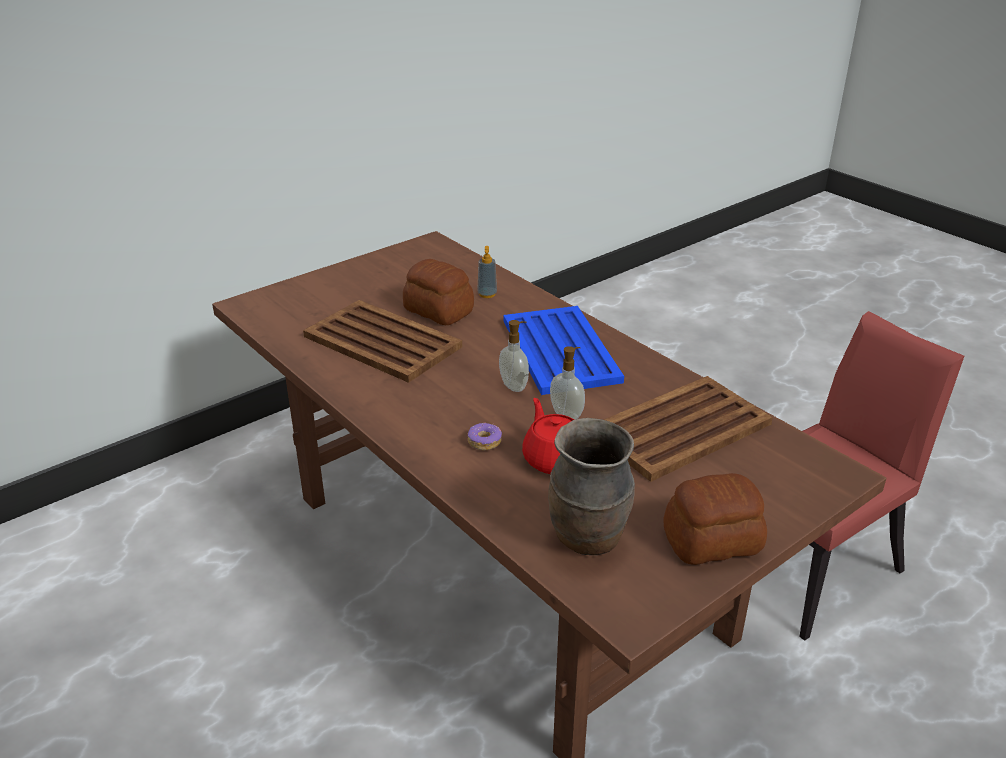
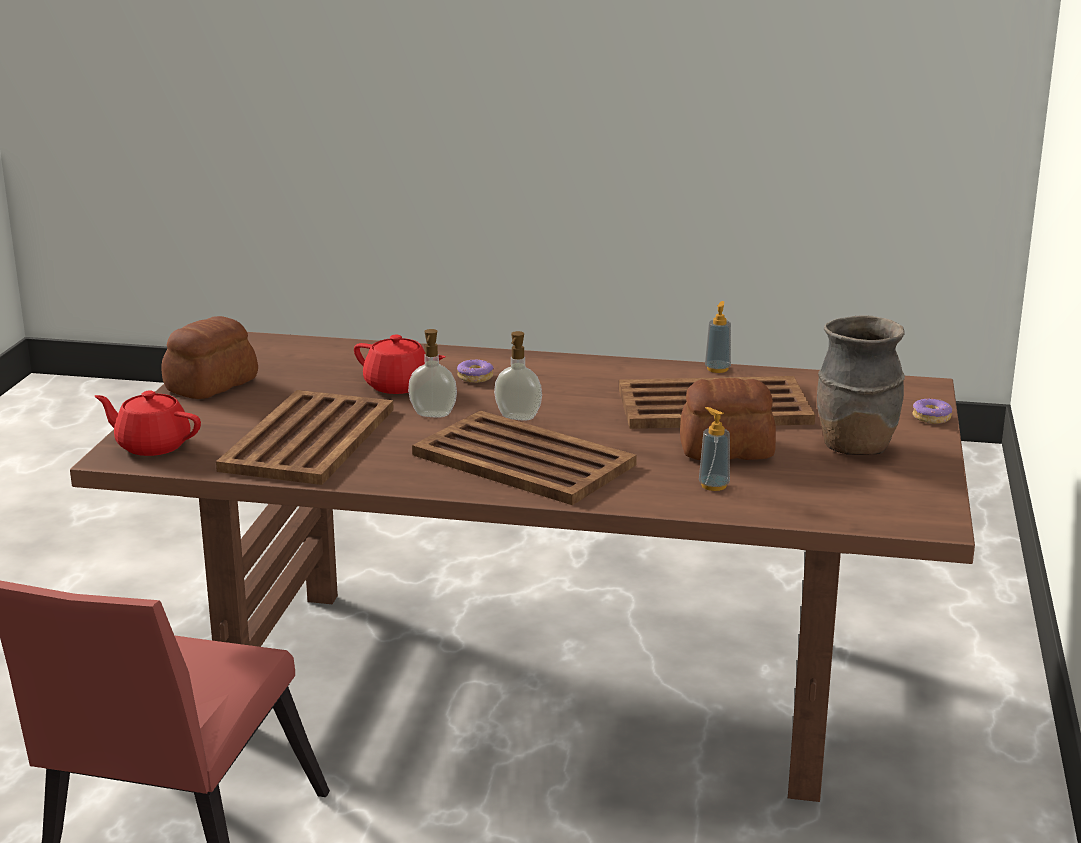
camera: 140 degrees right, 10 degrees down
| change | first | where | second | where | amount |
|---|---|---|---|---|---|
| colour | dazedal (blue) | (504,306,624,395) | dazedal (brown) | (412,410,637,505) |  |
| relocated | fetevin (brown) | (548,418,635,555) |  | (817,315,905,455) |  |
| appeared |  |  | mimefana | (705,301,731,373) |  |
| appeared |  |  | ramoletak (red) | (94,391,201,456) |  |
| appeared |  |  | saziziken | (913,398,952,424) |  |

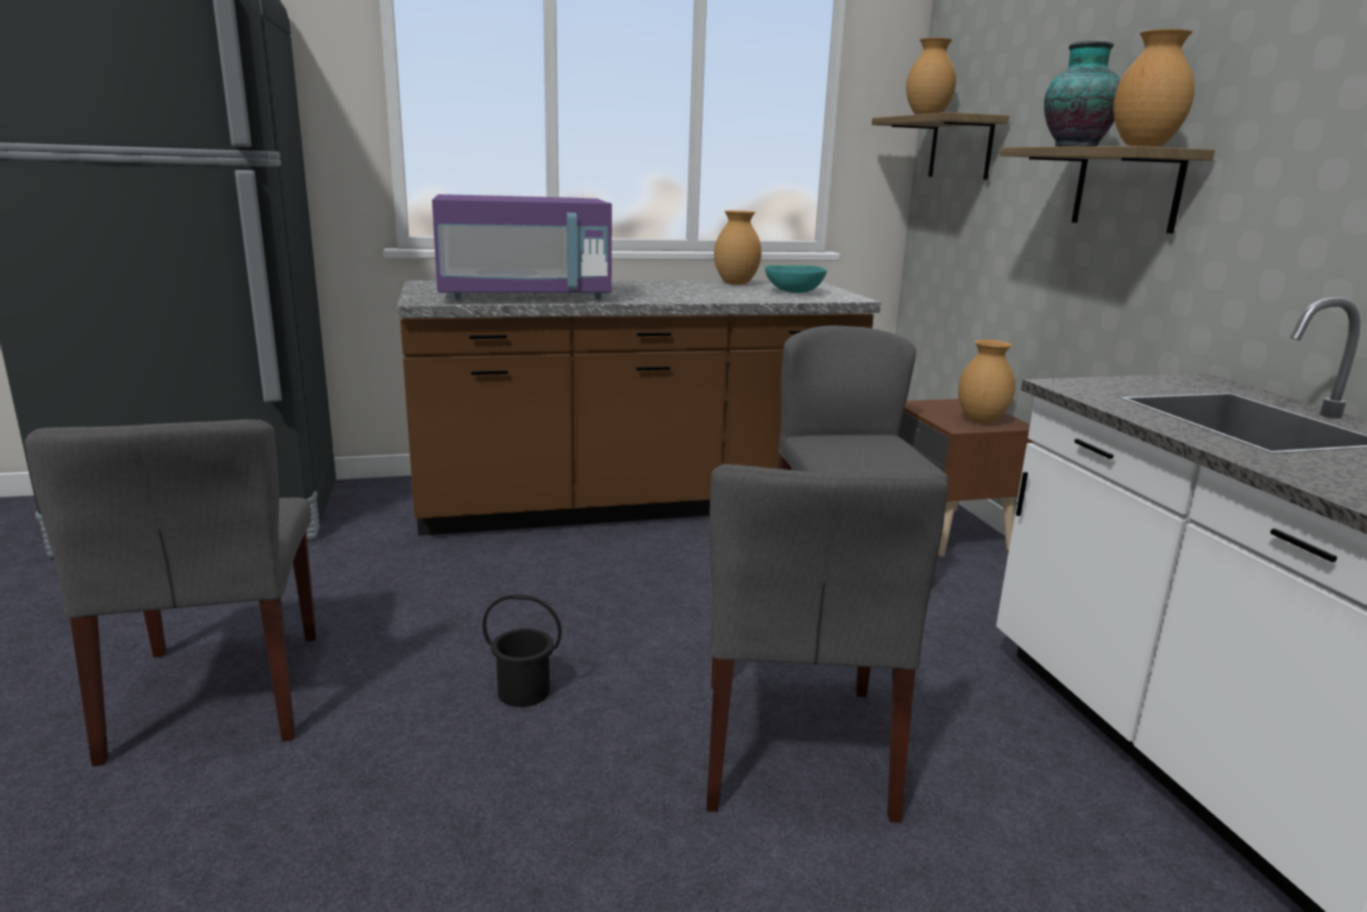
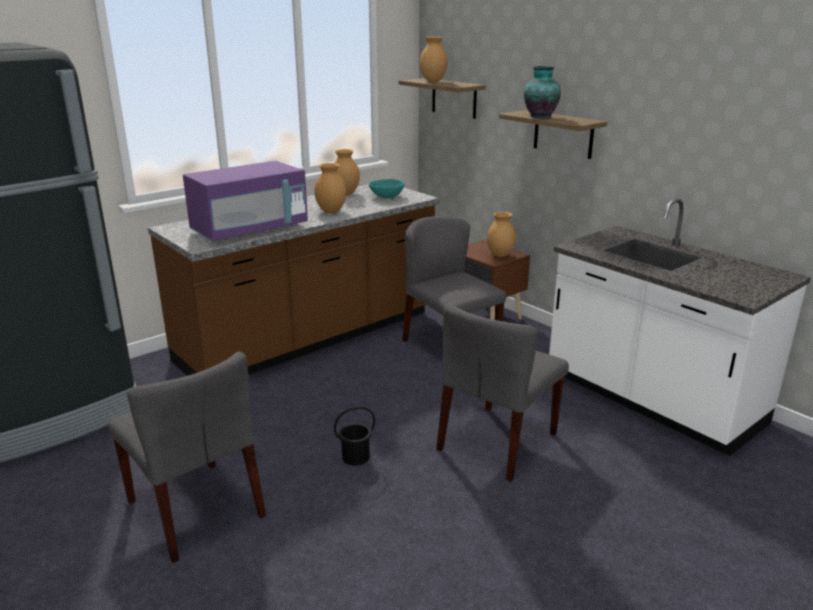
camera: 25 degrees left, 5 degrees up
| change | first | where | second | where | amount |
|---|---|---|---|---|---|
| relocated | fetevin (brown) | (1113,29,1195,147) |  | (314,163,346,213) |  |
| spun | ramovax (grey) | (706,464,948,823) |  | (436,303,569,482) | 60 degrees clockwise |

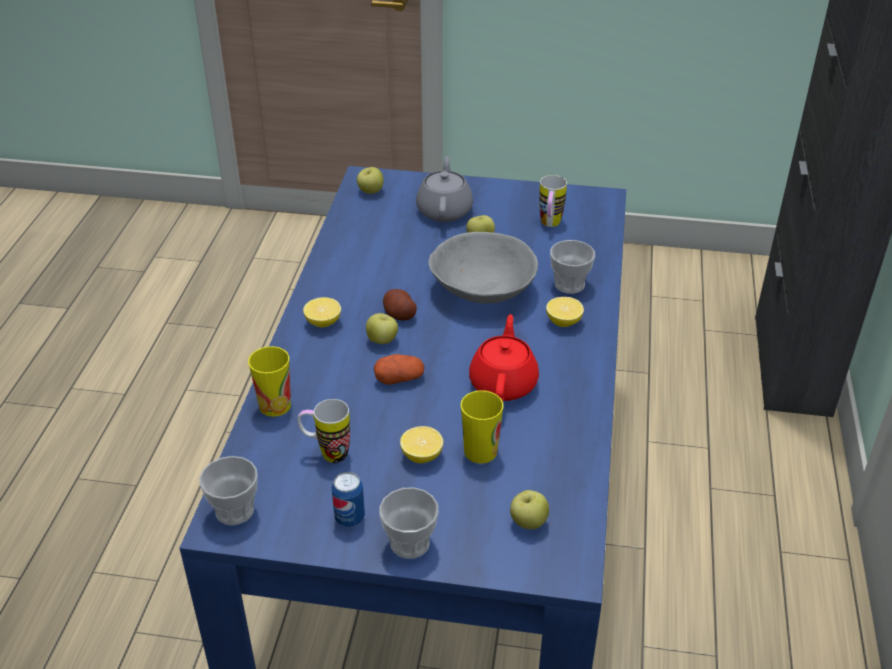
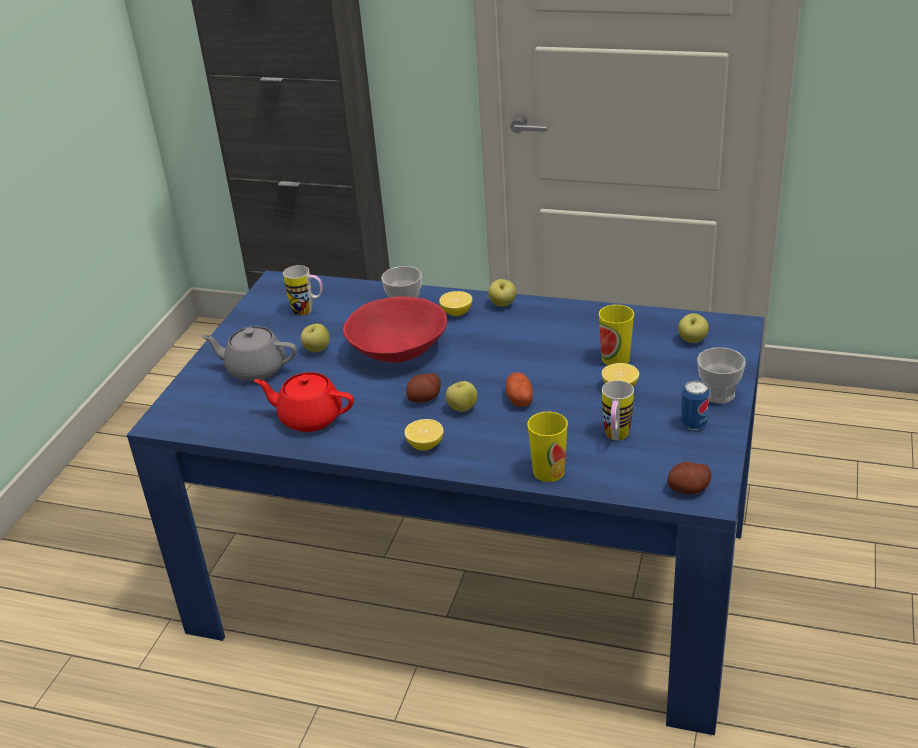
camera: 80 degrees left, 5 degrees down
| change | first | where | second | where | amount |
|---|---|---|---|---|---|
| relocated | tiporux | (357,167,384,194) |  | (488,279,516,306) |  |
| colour | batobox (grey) | (428,232,538,304) | batobox (red) | (343,296,447,363) |  |
| relocated | ramoletak (red) | (469,314,539,401) |  | (254,372,354,432) |  |
| exchanged | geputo | (199,456,258,525) | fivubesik | (667,462,711,494) |  |

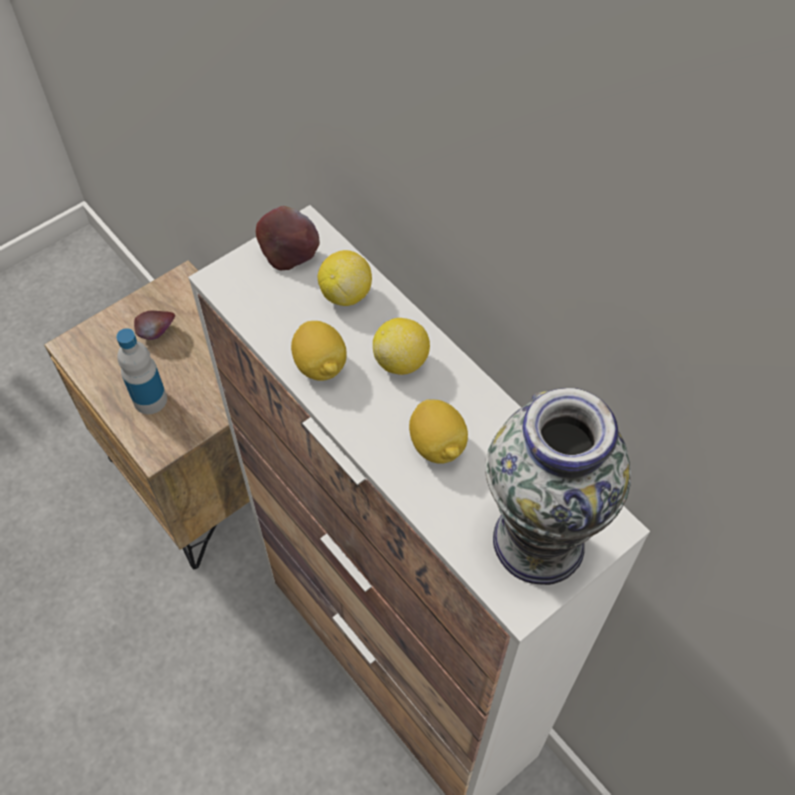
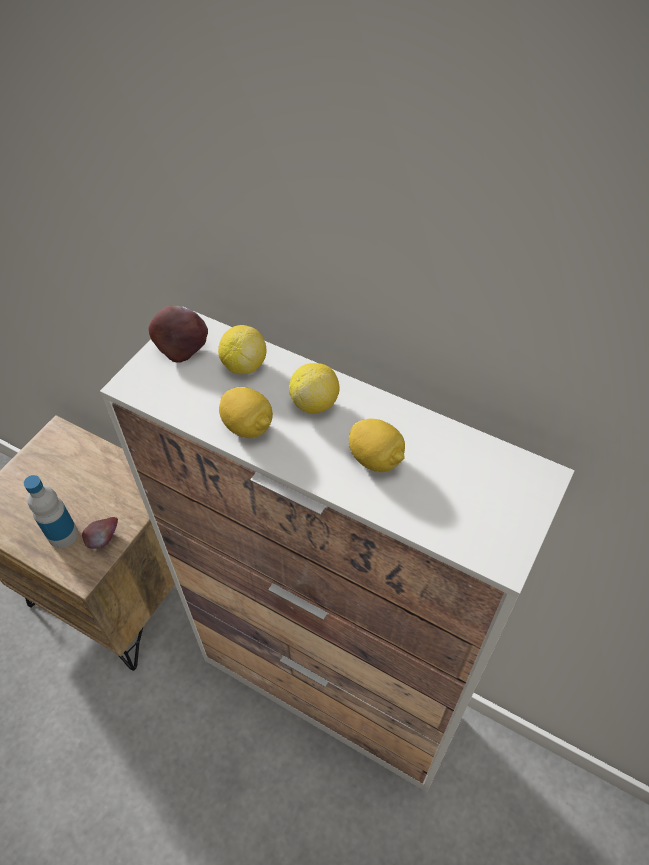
camera: 20 degrees left, 5 degrees down
| change | first | where | second | where | amount |
|---|---|---|---|---|---|
| relocated | tiporux | (134,310,175,340) |  | (82,517,118,549) |  |
| missing | fetevin | (485,388,631,585) |  |  |  |

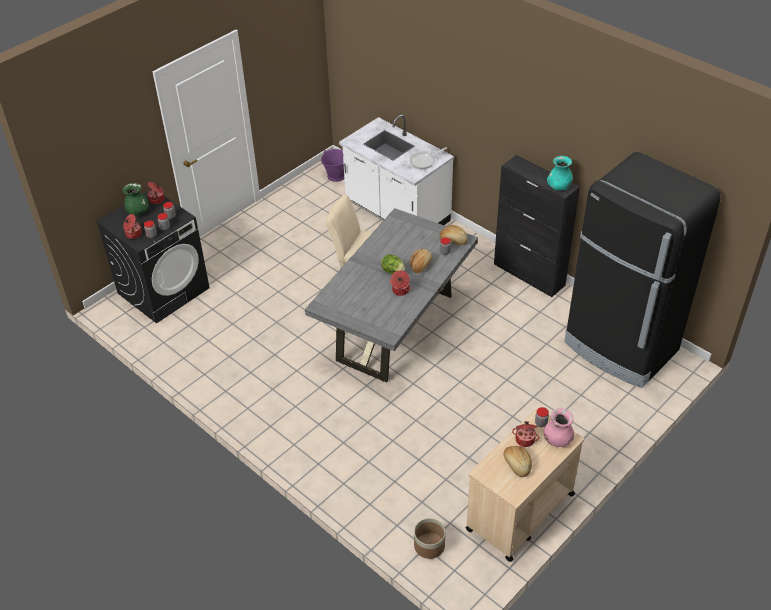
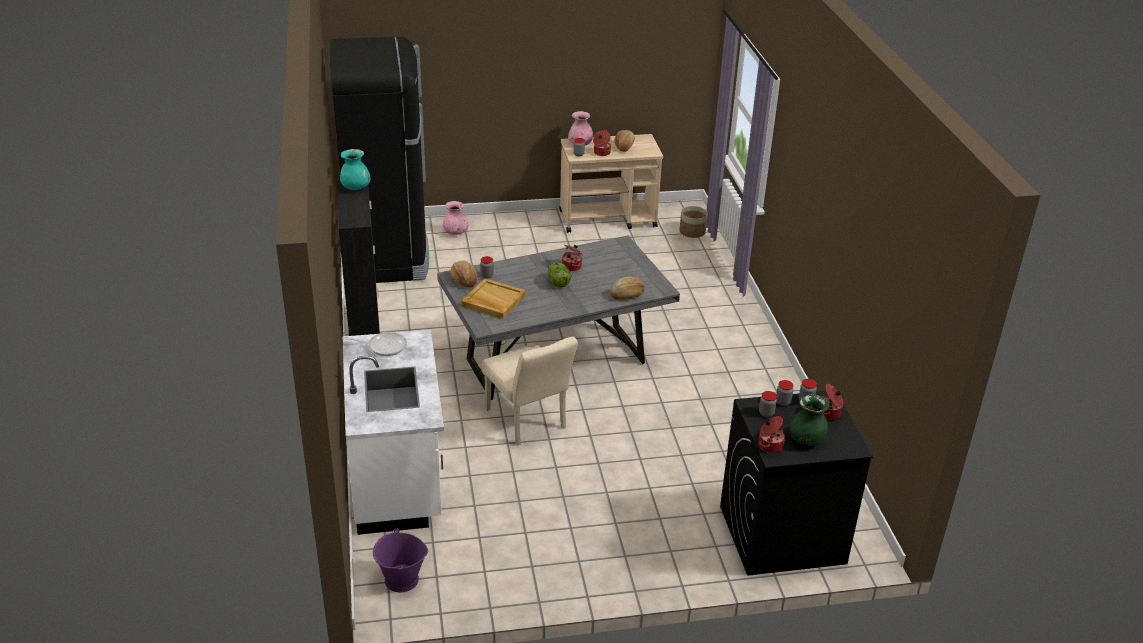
camera: 145 degrees left, 10 degrees down
| change | first | where | second | where | amount |
|---|---|---|---|---|---|
| relocated | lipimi | (410,249,433,273) |  | (610,276,645,300) |  |
| appeared |  |  | fetevin (pink) | (443,201,469,235) |  |
| appeared |  |  | dazedal (beige) | (462,278,526,319) |  |

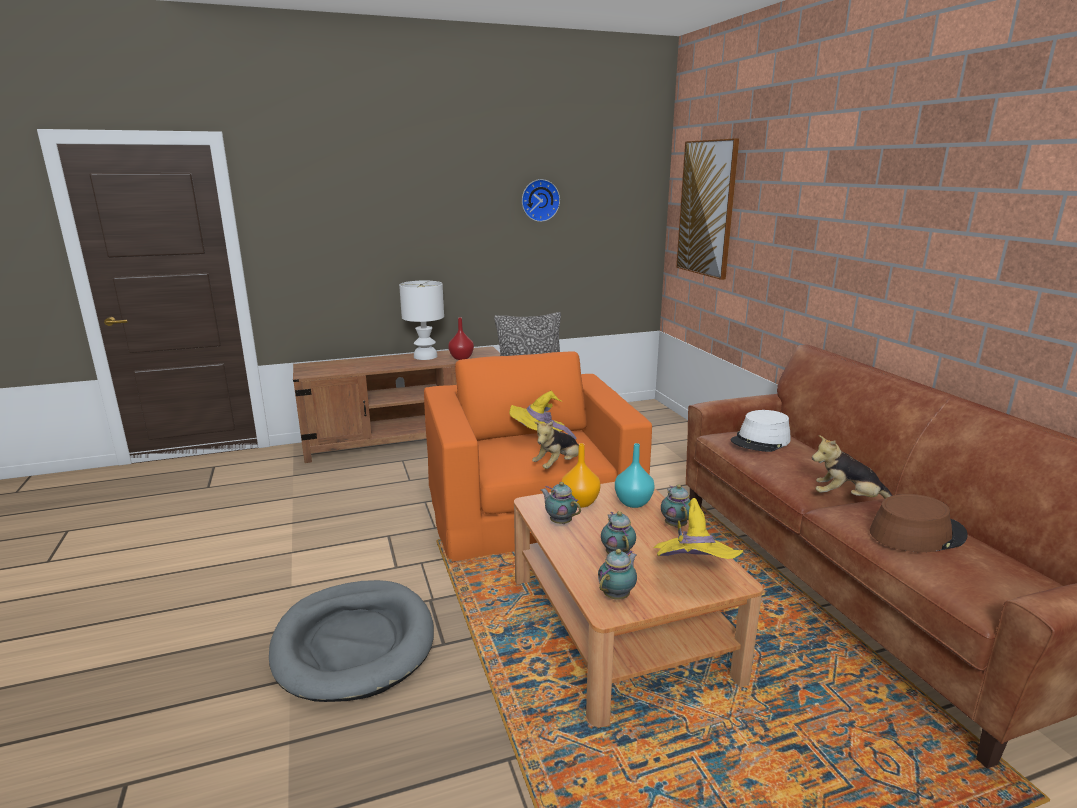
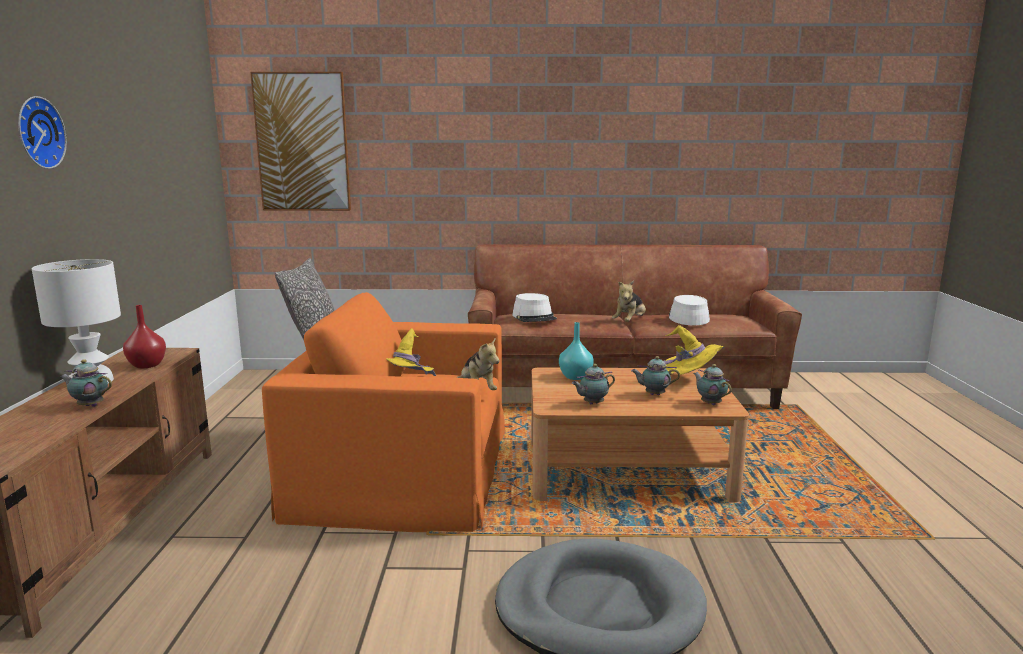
camera: 70 degrees left, 5 degrees down
| change | first | where | second | where | amount |
|---|---|---|---|---|---|
| relocated | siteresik | (522,179,560,222) |  | (18,96,67,169) |  |
| missing | fetevin (orange) | (562,443,601,508) |  |  |  |
| relocated | ramoletak | (661,484,691,528) |  | (60,359,112,407) |  |
| colour | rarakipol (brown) | (870,494,968,552) | rarakipol (white) | (669,295,710,325) |  |

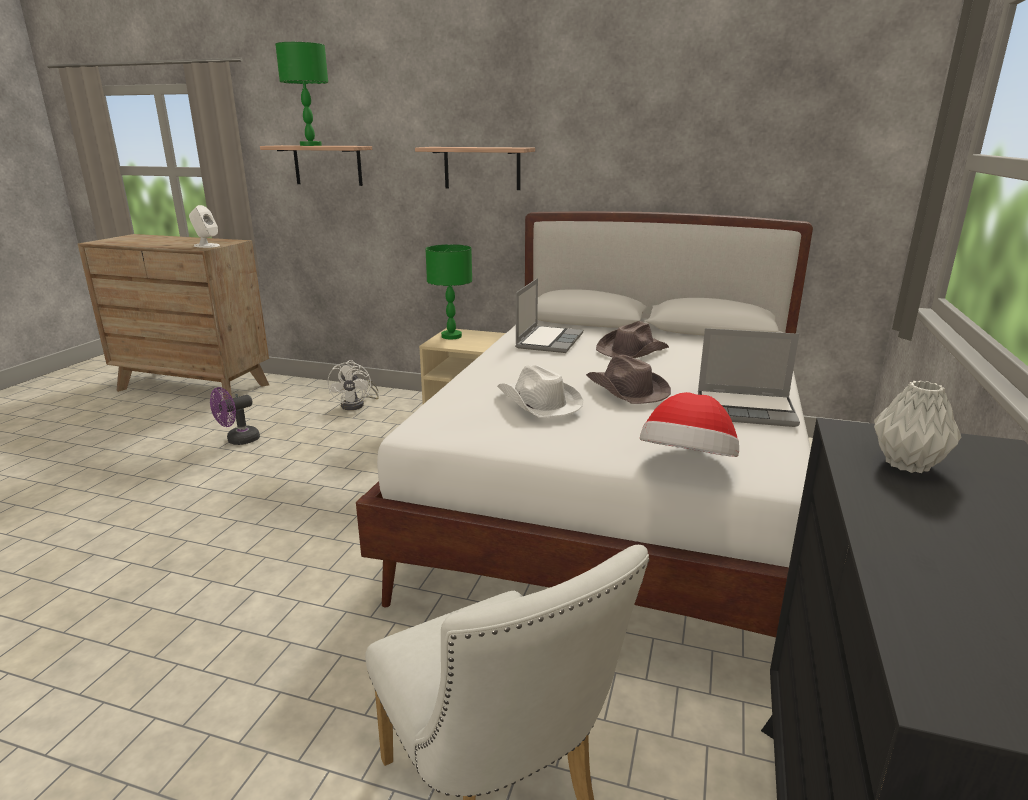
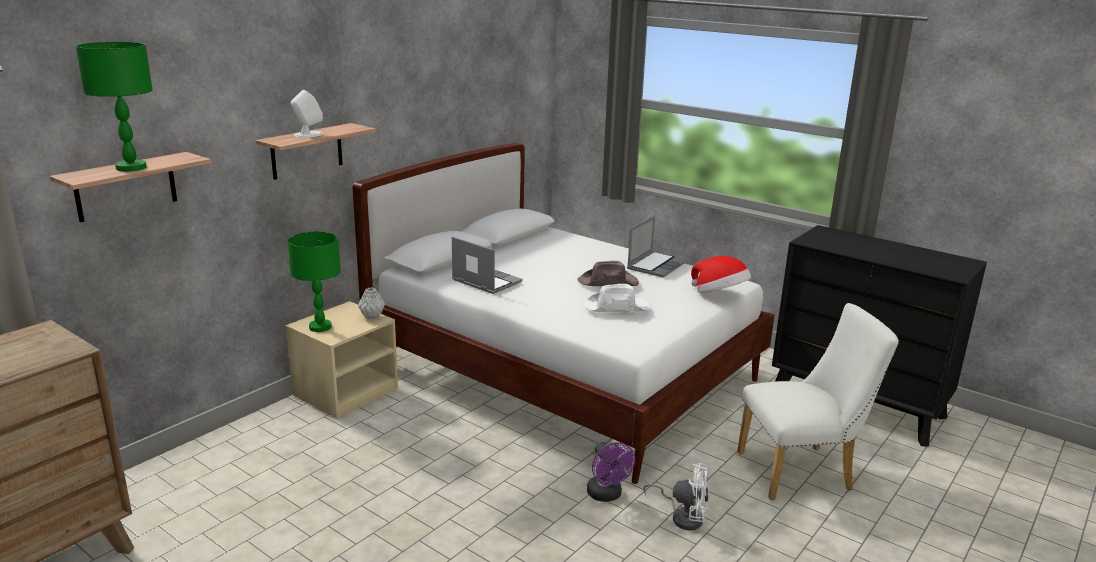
camera: 70 degrees left, 0 degrees up
| change | first | where | second | where | amount |
|---|---|---|---|---|---|
| relocated | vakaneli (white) | (189,205,220,248) |  | (291,90,323,138) |  |
| missing | rarakipol (brown) | (596,321,669,358) |  |  |  |
| relocated | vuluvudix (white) | (328,360,379,410) |  | (643,463,709,530) |  |
| relocated | fetevin (grey) | (874,380,961,473) |  | (358,288,385,320) |  |
| relocated | vuluvudix (purple) | (210,387,260,445) |  | (587,442,636,502) |  |

